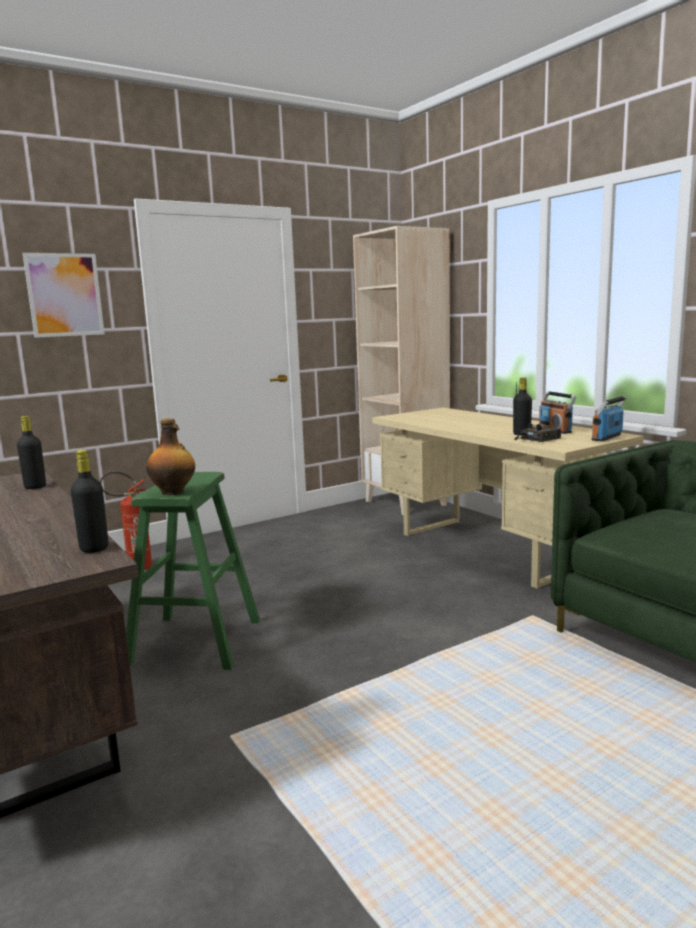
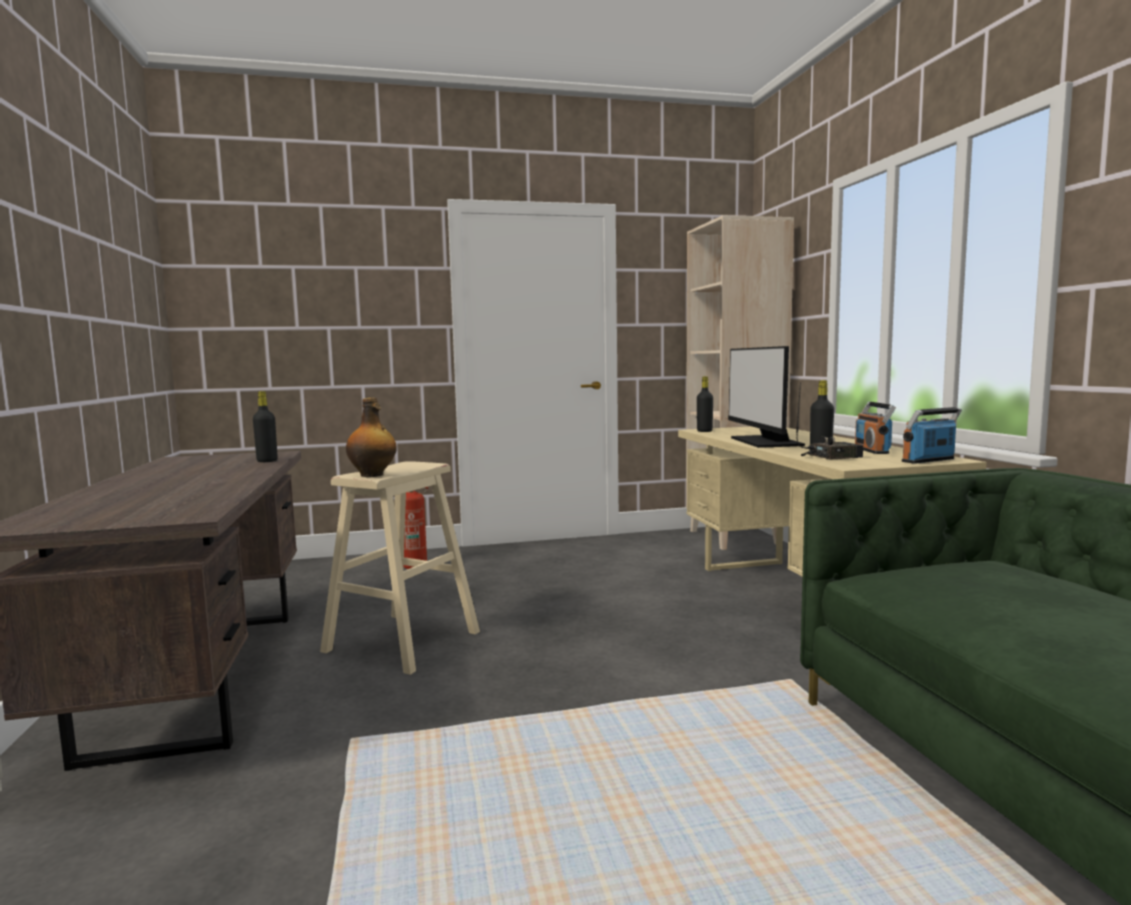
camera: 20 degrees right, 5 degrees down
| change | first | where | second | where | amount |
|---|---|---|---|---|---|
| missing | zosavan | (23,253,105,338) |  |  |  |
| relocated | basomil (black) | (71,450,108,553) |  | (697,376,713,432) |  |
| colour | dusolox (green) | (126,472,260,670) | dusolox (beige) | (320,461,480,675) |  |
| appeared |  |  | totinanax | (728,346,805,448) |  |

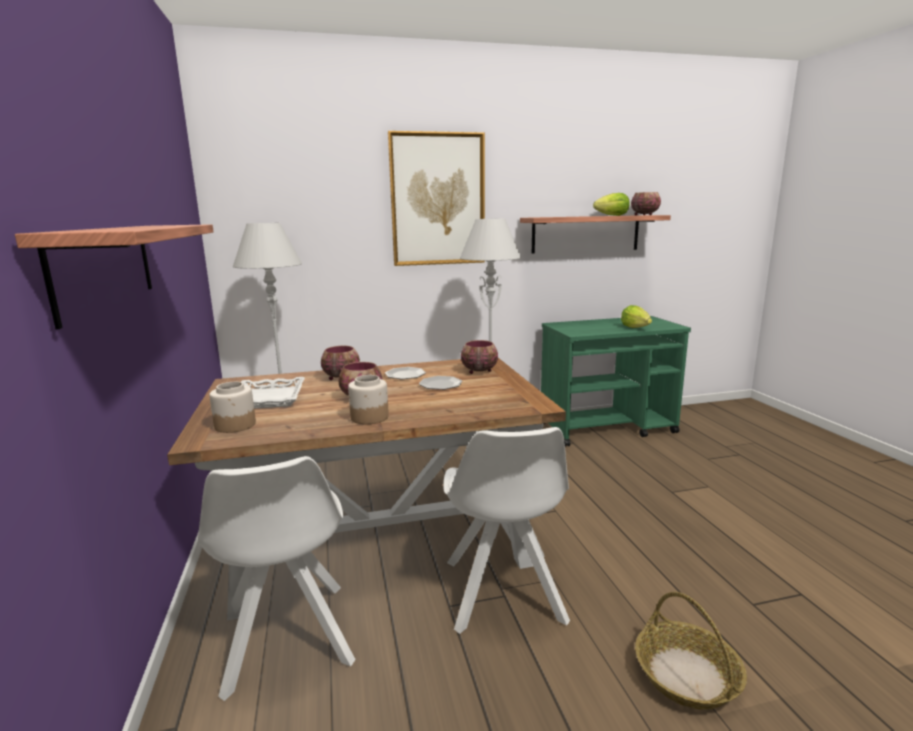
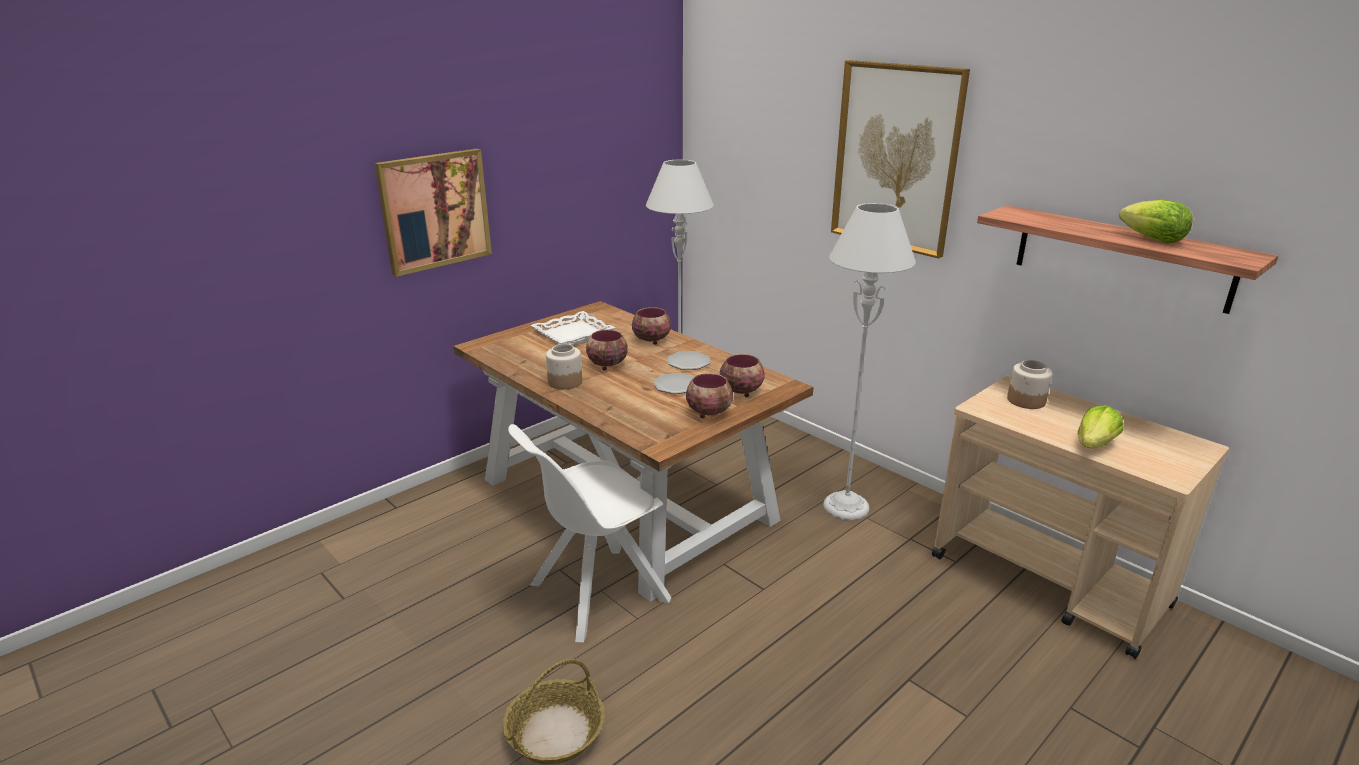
camera: 60 degrees right, 10 degrees up
| change | first | where | second | where | amount |
|---|---|---|---|---|---|
| relocated | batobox | (631,192,661,215) |  | (686,373,733,418) |  |
| exchanged | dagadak | (15,224,214,329) | zosavan | (374,149,492,277) |  |
| colour | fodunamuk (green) | (541,316,691,447) | fodunamuk (beige) | (932,375,1229,659) |  |
| relocated | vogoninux | (209,382,256,433) |  | (1007,360,1052,409) |  |
| missing | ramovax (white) | (196,456,356,701) |  |  |  |

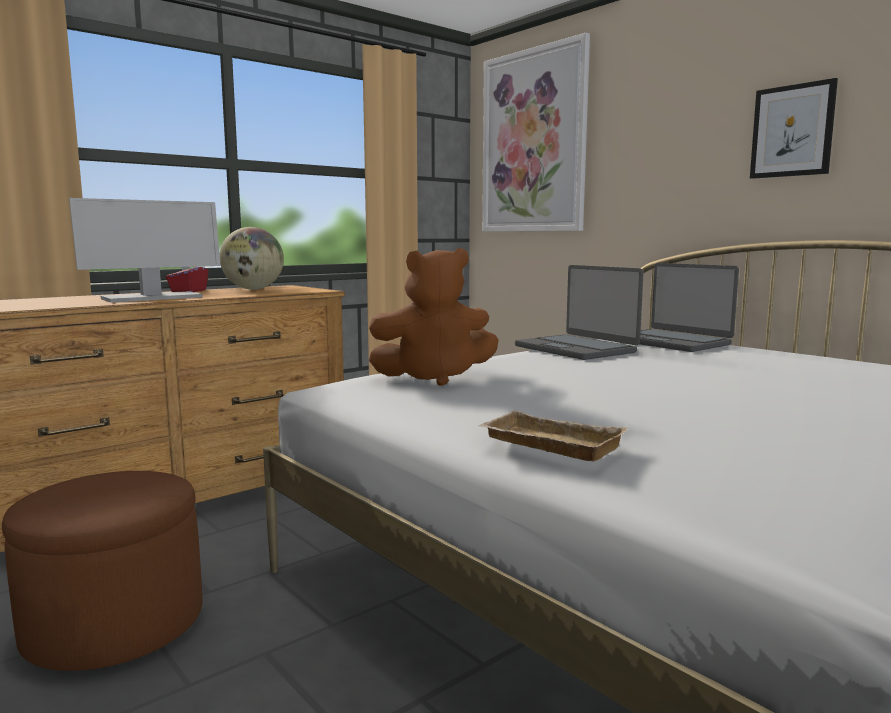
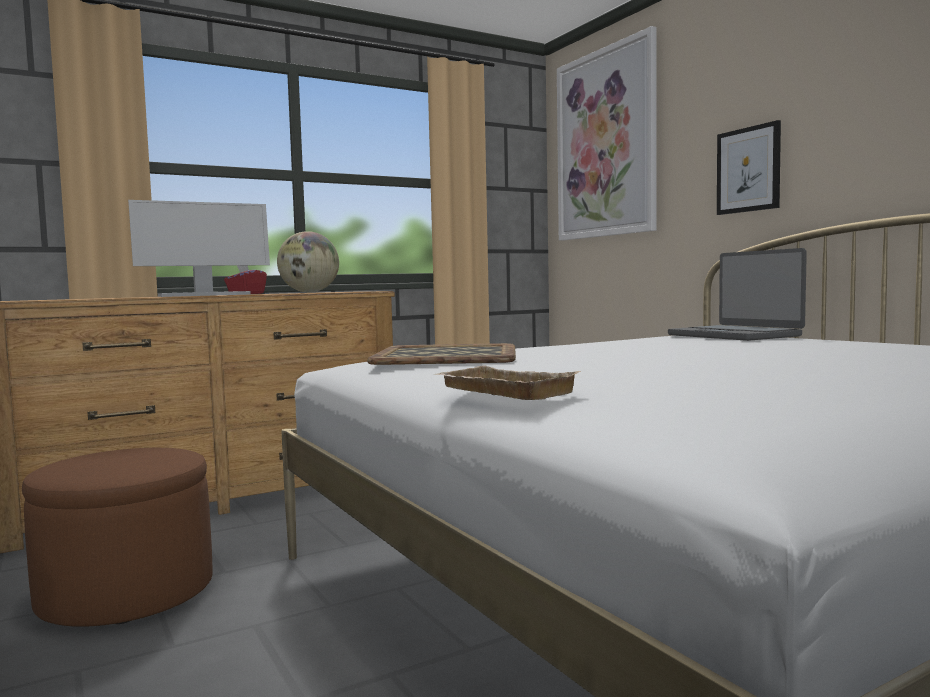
camera: 10 degrees right, 5 degrees down
| change | first | where | second | where | amount |
|---|---|---|---|---|---|
| relocated | zosavan | (750,78,838,179) |  | (717,120,781,215) |  |
| exchanged | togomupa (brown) | (369,248,499,386) | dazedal | (367,343,516,365) |  |
| missing | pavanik | (515,265,644,360) |  |  |  |

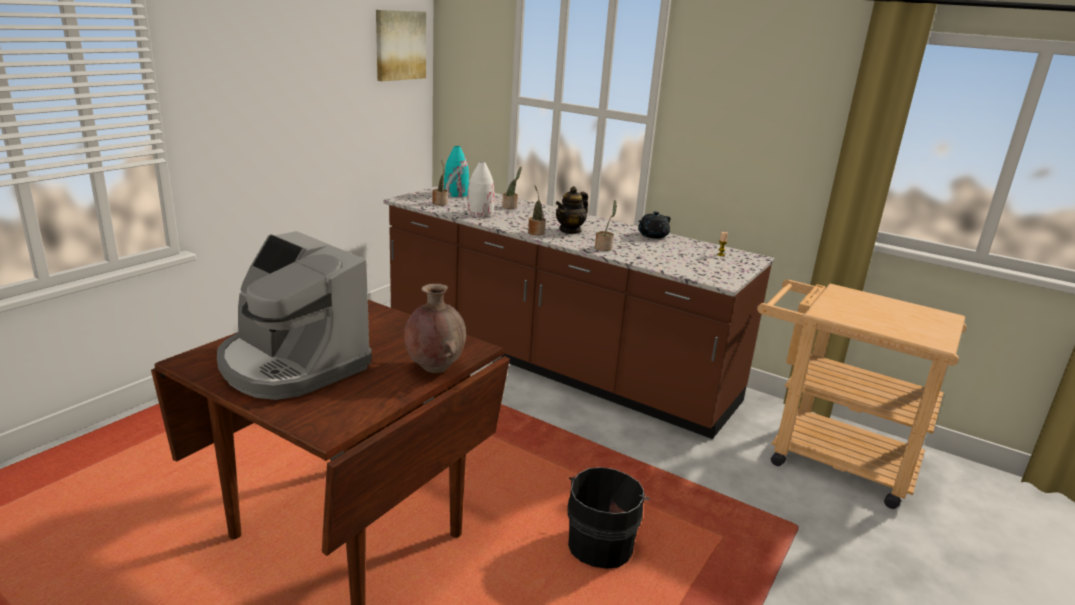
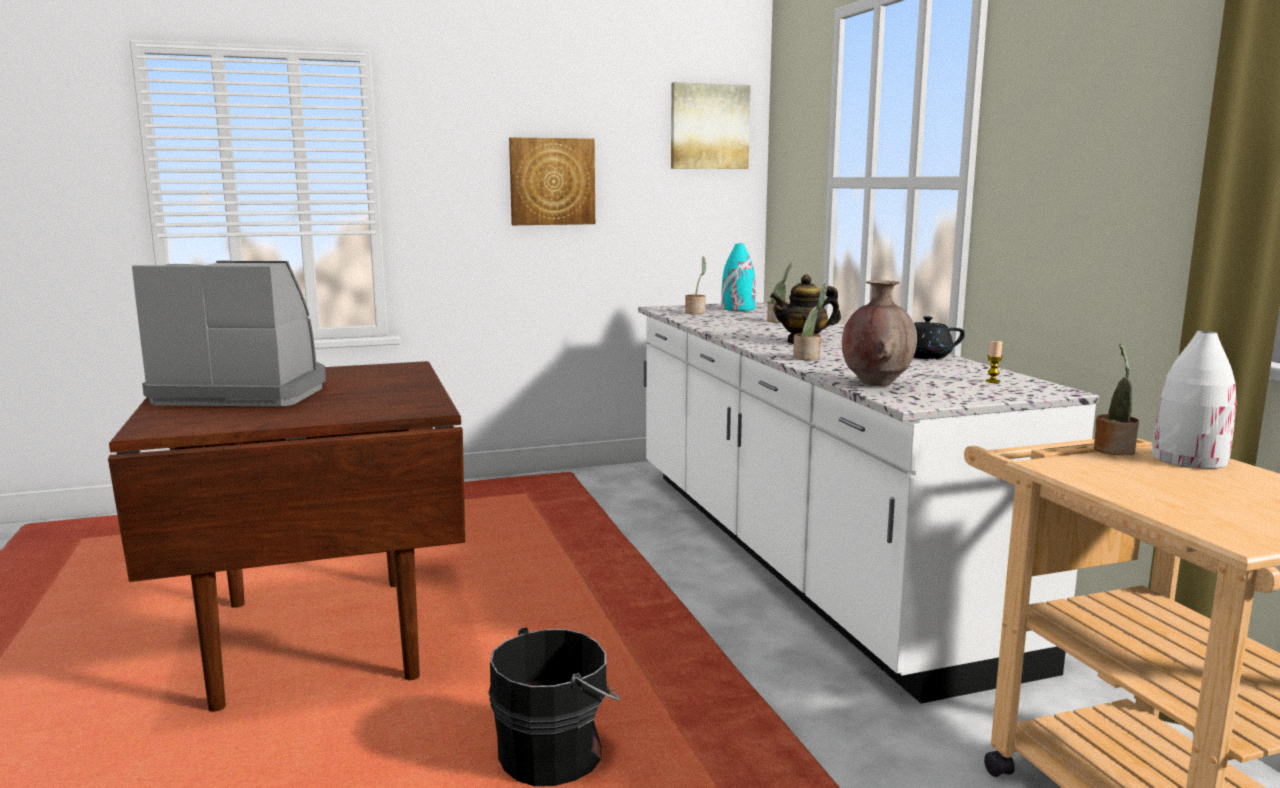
camera: 40 degrees right, 10 degrees down
| change | first | where | second | where | amount |
|---|---|---|---|---|---|
| relocated | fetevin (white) | (467,161,495,217) |  | (1152,331,1236,469) |  |
| colour | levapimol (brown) | (384,185,775,439) | levapimol (white) | (638,302,1099,703) |  |
| relocated | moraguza | (528,186,545,235) |  | (1094,343,1139,455) |  |
| spun | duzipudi | (217,231,372,400) |  | (132,261,326,407) | 105 degrees clockwise |
| relocated | fetevin (brown) | (404,284,466,373) |  | (842,280,917,386) |  |
| appeared |  |  | zosavan | (509,137,595,225) |  |

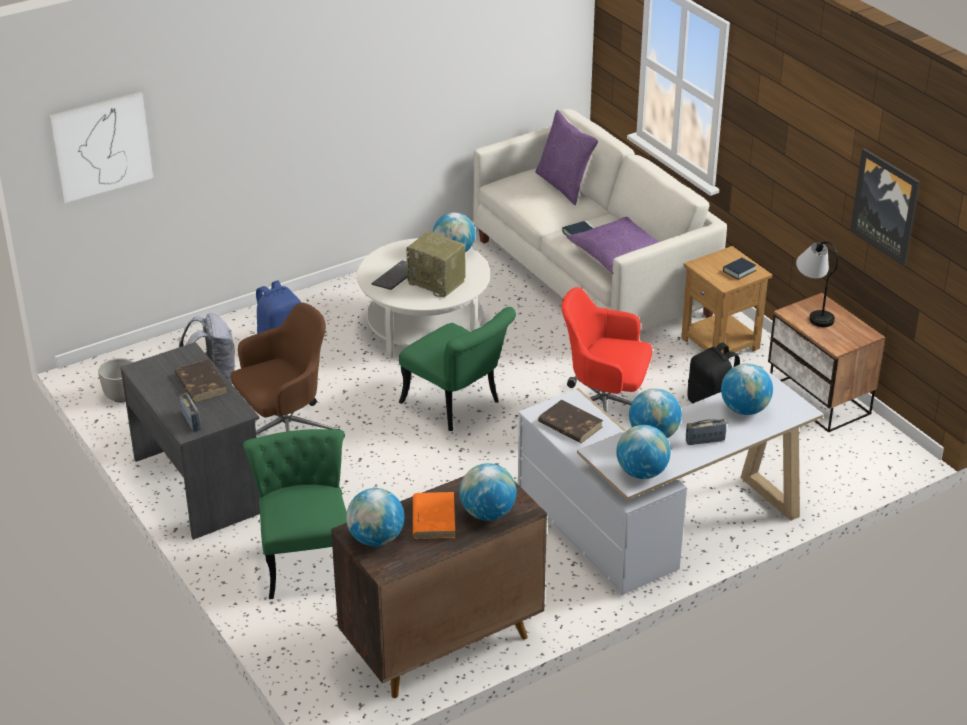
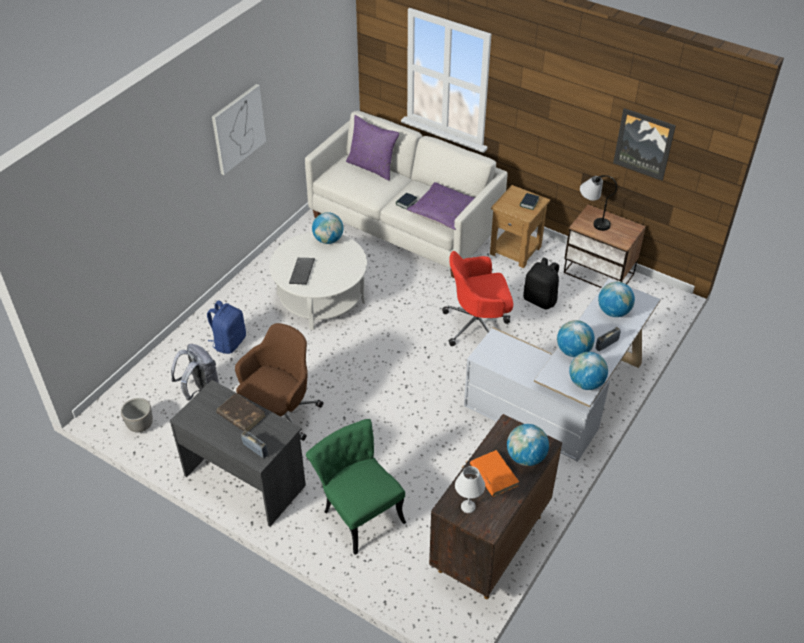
camera: 25 degrees left, 10 degrees up
| change | first | where | second | where | amount |
|---|---|---|---|---|---|
| relocated | zosavan | (49,92,153,203) |  | (212,84,266,175) |  |
| missing | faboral | (406,231,466,297) |  |  |  |
| missing | ramovax (green) | (399,307,516,431) |  |  |  |
| missing | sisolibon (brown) | (538,400,603,443) |  |  |  |
| exchanged | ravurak | (346,488,404,546) | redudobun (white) | (455,466,485,513) |  |

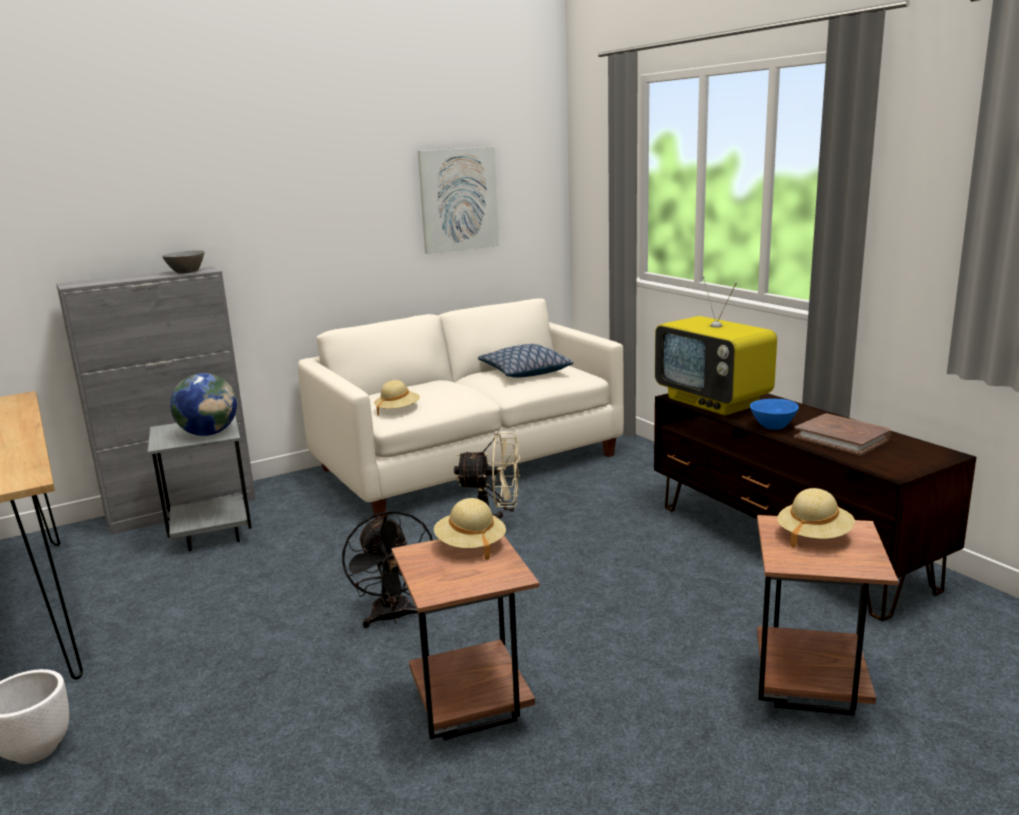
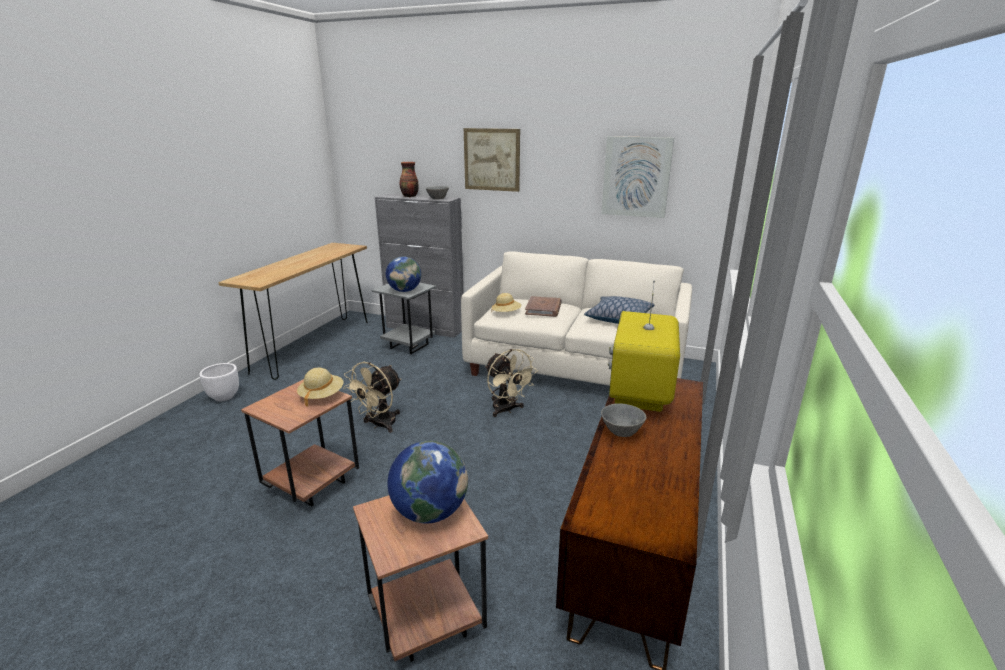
camera: 50 degrees right, 5 degrees up
| change | first | where | second | where | amount |
|---|---|---|---|---|---|
| colour | batobox (blue) | (750,399,799,430) | batobox (grey) | (601,403,647,437) |  |
| relocated | sisolibon (brown) | (794,413,891,455) |  | (525,296,562,317) |  |
| exchanged | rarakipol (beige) | (777,488,855,548) | ravurak | (387,441,468,523) |  |
| colour | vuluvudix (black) | (342,511,433,628) | vuluvudix (beige) | (343,362,401,433) |  |
| appeared |  |  | zosavan | (464,128,520,192) |  |
| appeared |  |  | fetevin | (400,162,419,197) |  |

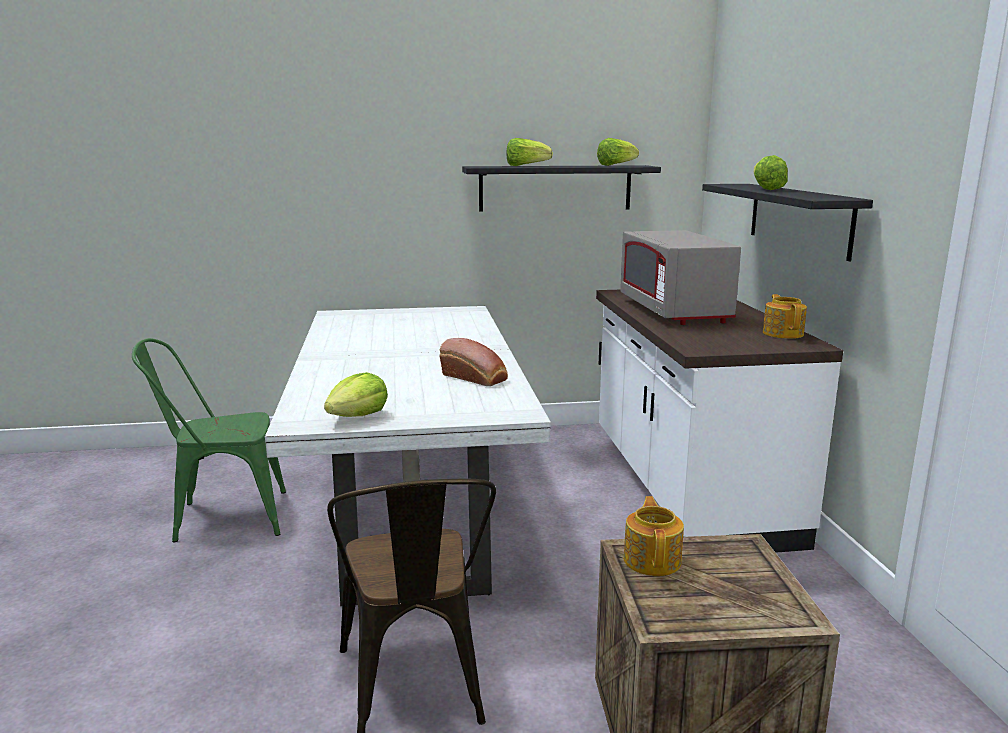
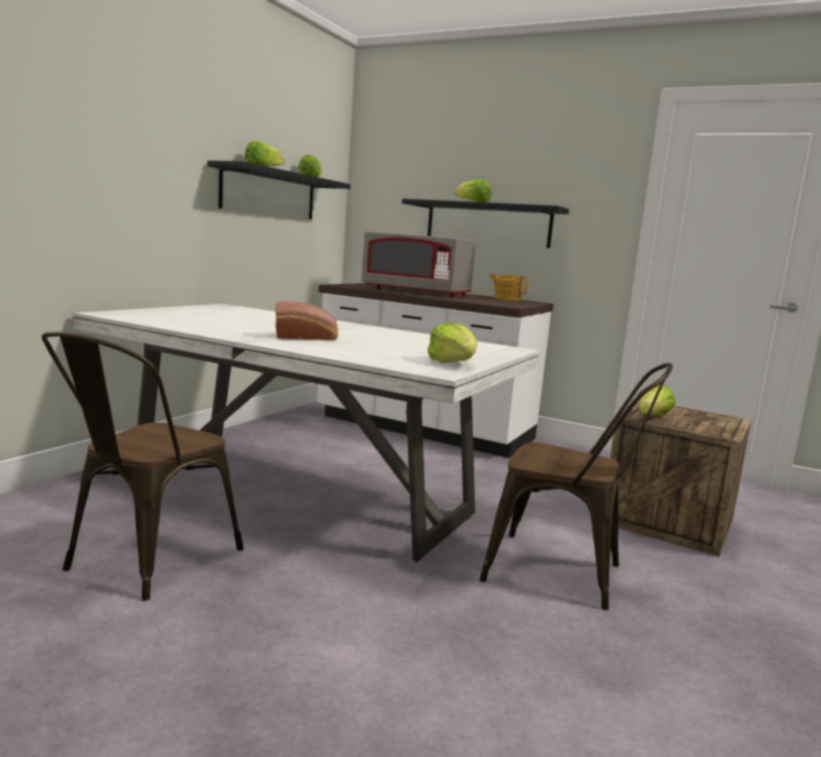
camera: 55 degrees left, 5 degrees down
| change | first | where | second | where | amount |
|---|---|---|---|---|---|
| colour | ramovax (green) | (132,338,286,542) | ramovax (brown) | (42,332,244,601) |  |
| relocated | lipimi | (440,338,508,386) |  | (275,301,338,341) |  |
| exchanged | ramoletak | (624,496,684,576) | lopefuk | (639,384,675,416) |  |

